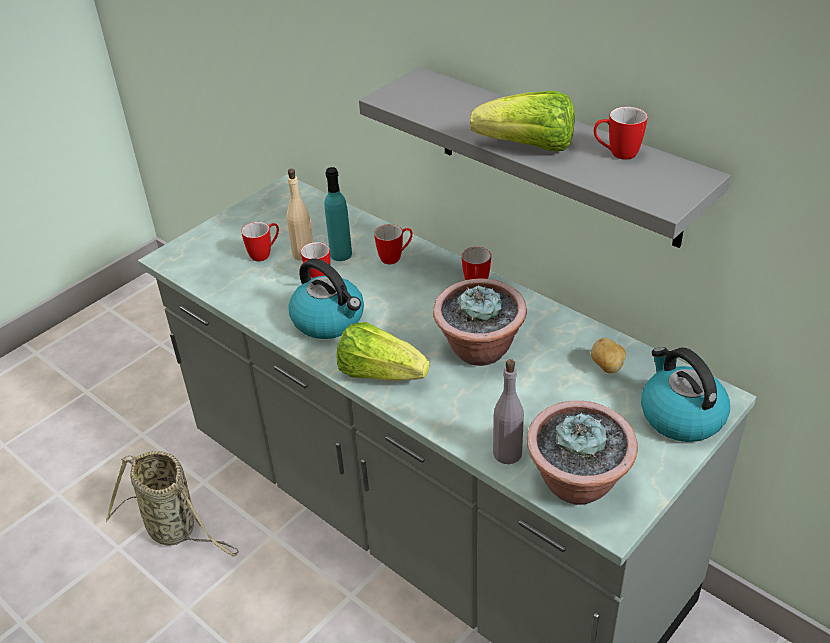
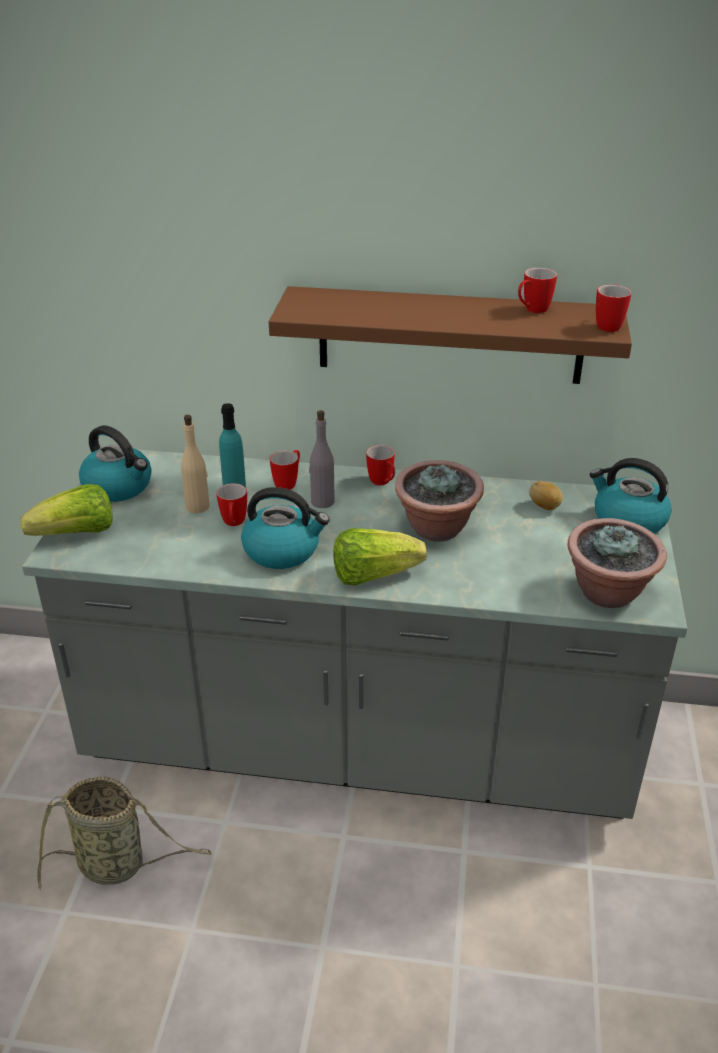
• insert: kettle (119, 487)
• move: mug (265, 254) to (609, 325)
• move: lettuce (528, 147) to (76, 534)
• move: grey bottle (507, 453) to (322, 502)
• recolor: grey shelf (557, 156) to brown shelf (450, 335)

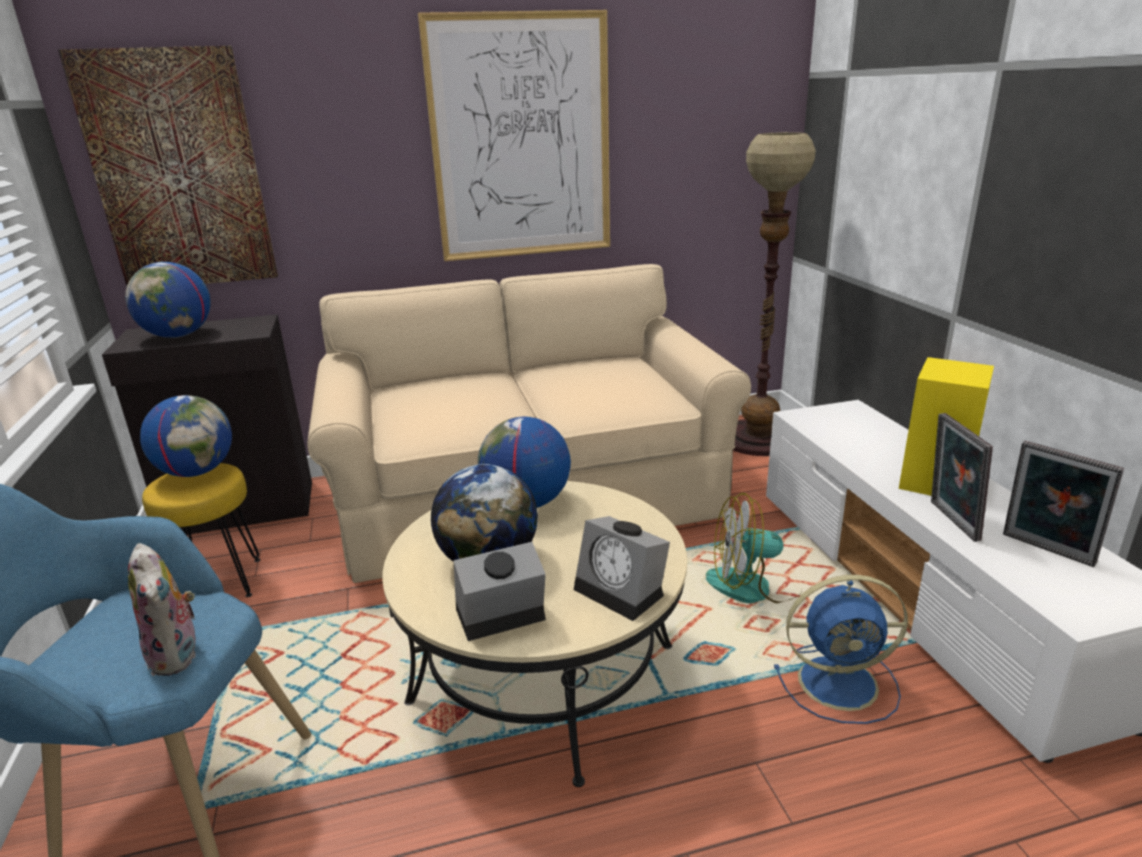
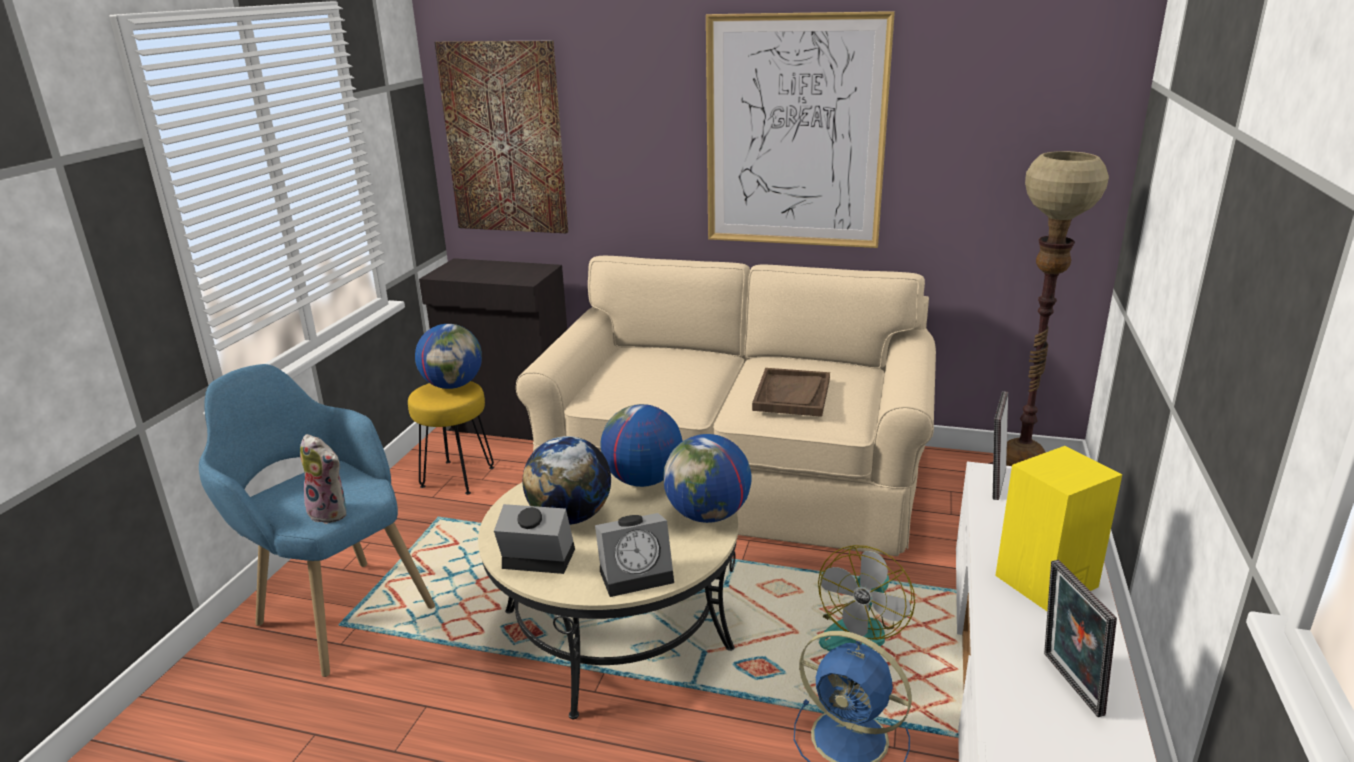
• insert: brown tray (792, 395)
• move: globe (178, 336) to (708, 515)
• move: picture frame (950, 521) to (994, 483)
• rotate: plush toy (178, 655) = (331, 512) 60 degrees counterclockwise
• rotate: alarm clock (623, 591) = (637, 574) 90 degrees counterclockwise
• rotate: fan (753, 586) = (858, 628) 90 degrees counterclockwise

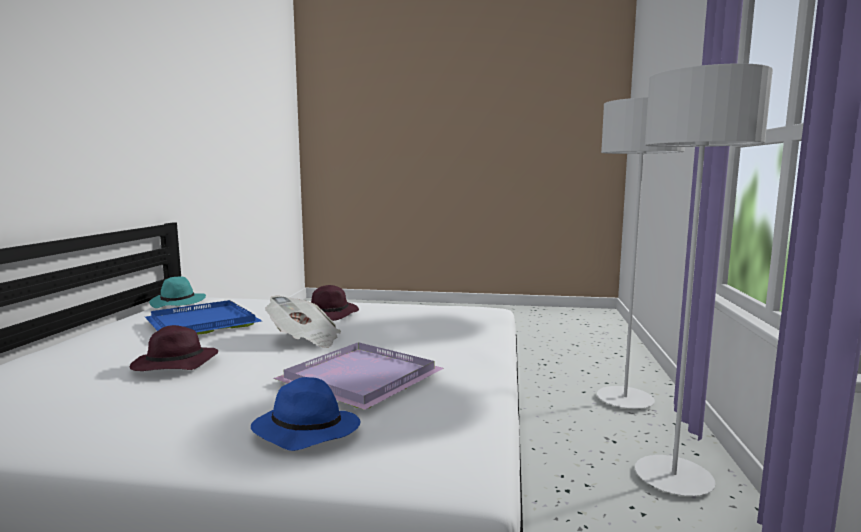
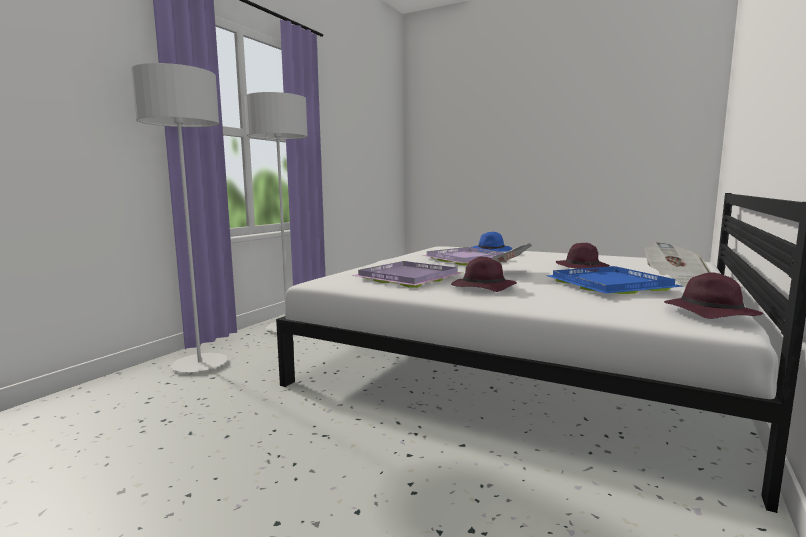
• insert: purple tray (408, 278)
• insert: newspaper (677, 281)
• recolor: turquoise hat (178, 303) to purple hat (708, 313)

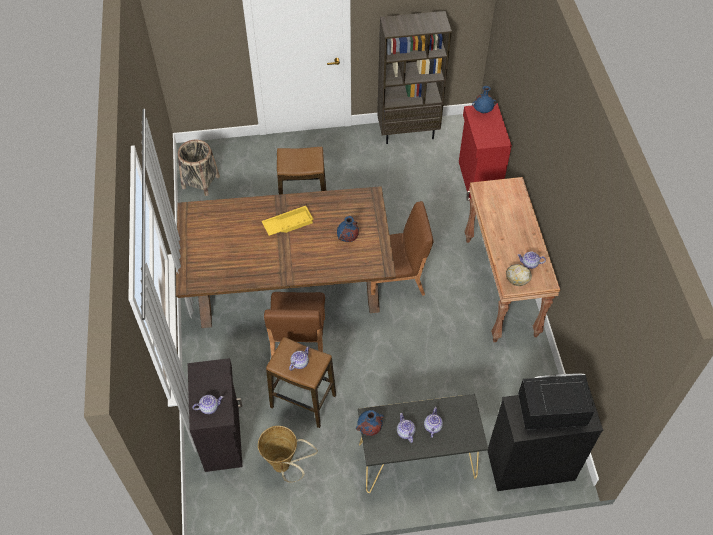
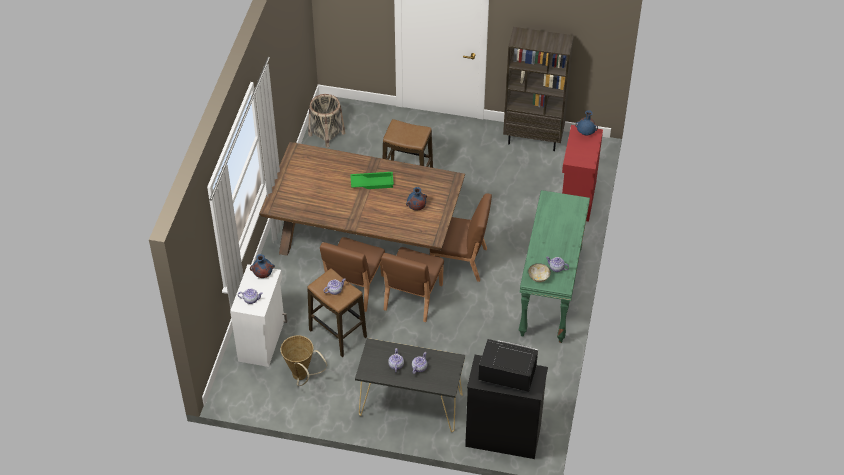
• insert: brown chair (412, 297)
• move: blue vase (369, 428) to (262, 274)
• recolor: black cabinet (223, 436) to white cabinet (262, 340)
• recolor: yellow tray (288, 223) to green tray (372, 182)
• recolor: brown console table (501, 287) to green console table (551, 294)

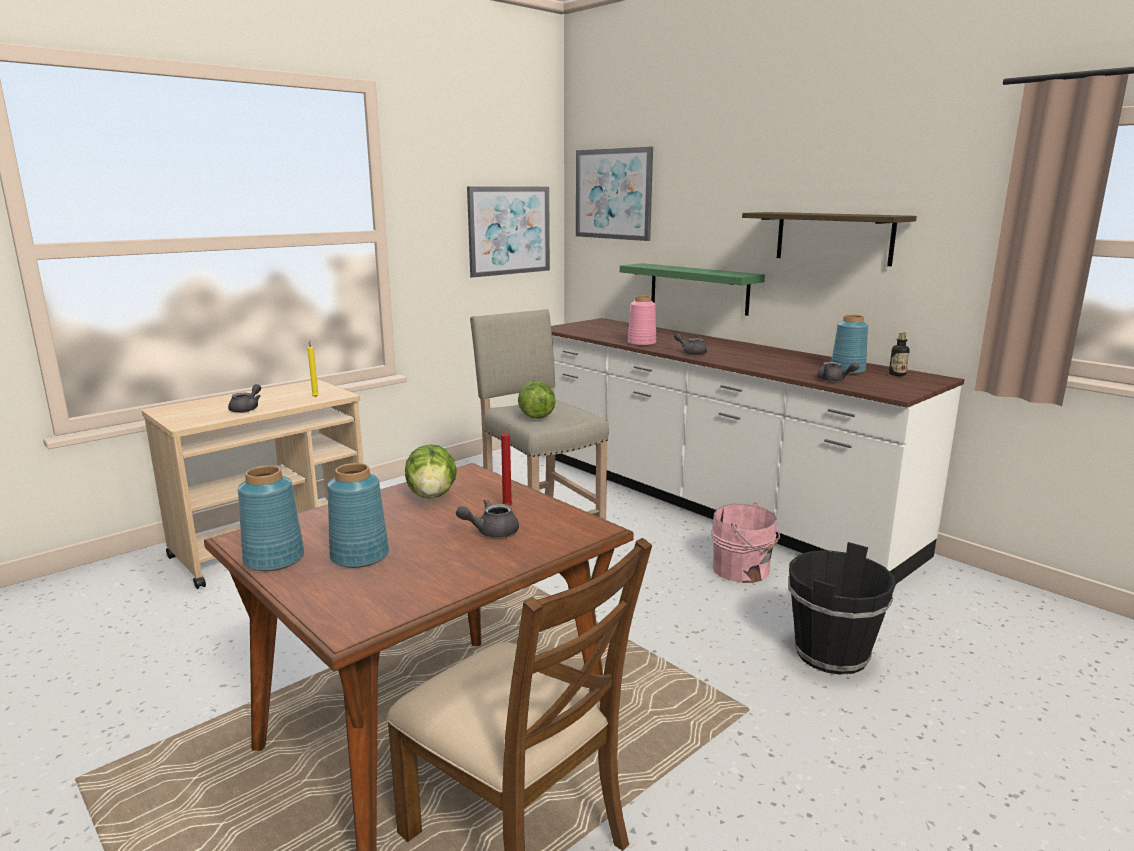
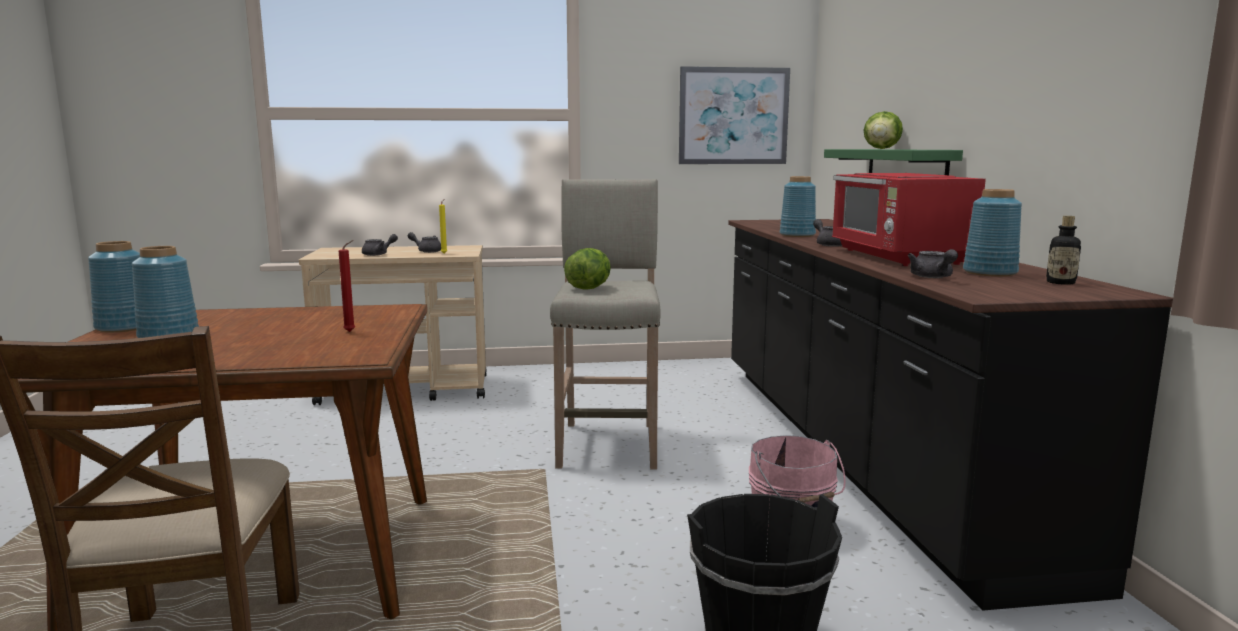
• delete: picture (613, 194)
• delete: shelf (833, 238)
• insert: red microwave (898, 257)
• move: lettuce (432, 496) to (881, 149)
• move: grey teapot (491, 532) to (427, 251)
• recolor: white counter (708, 503) to black counter (859, 452)
• recolor: pink vase (642, 343) to blue vase (798, 235)

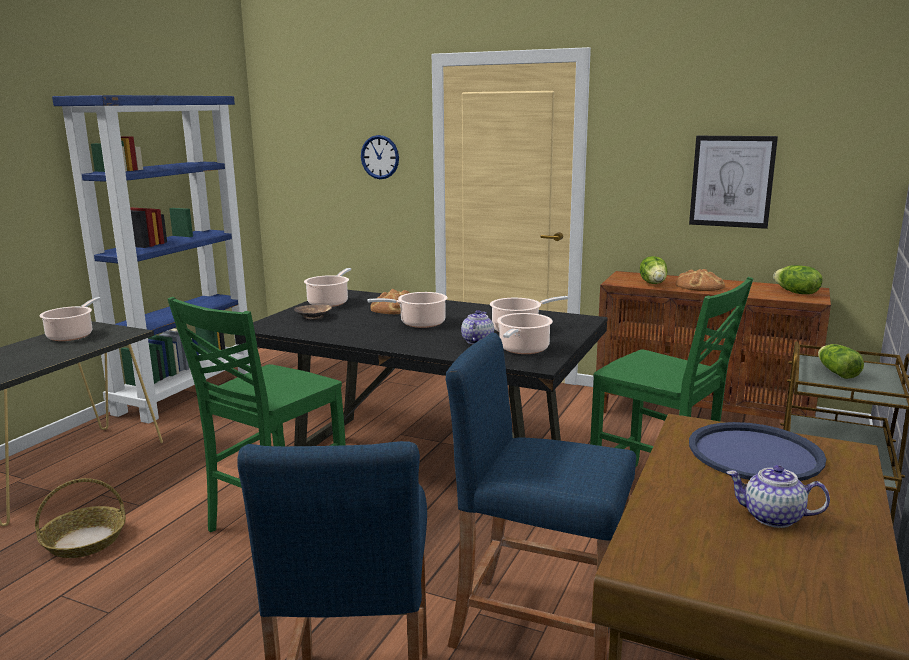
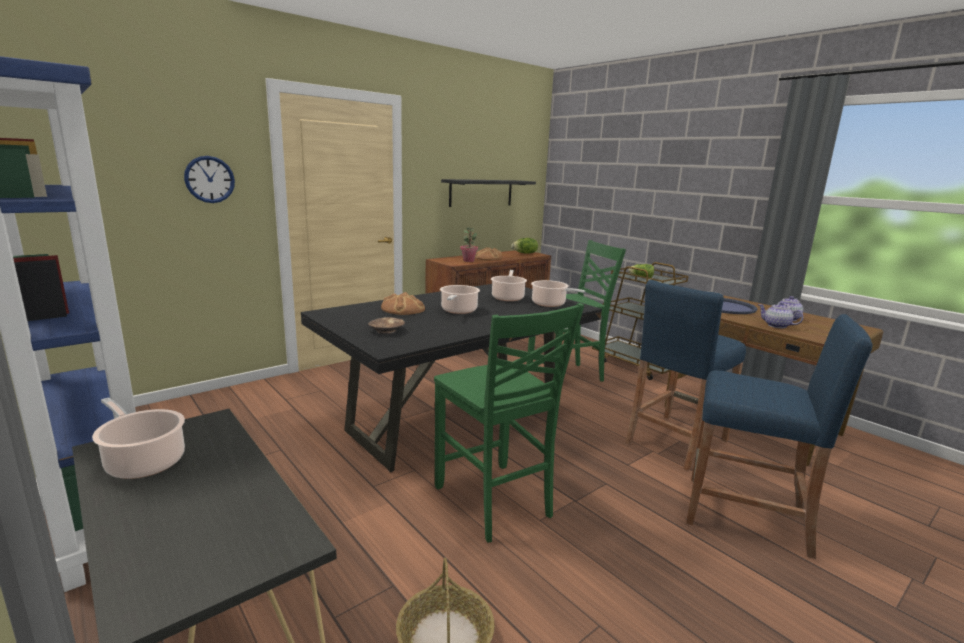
• delete: cooking pot (329, 302)
• move: teapot (477, 341) to (776, 326)
• replace: lettuce (653, 283) to potted plant (468, 261)
• replace: picture (732, 181) to black shelf (481, 193)

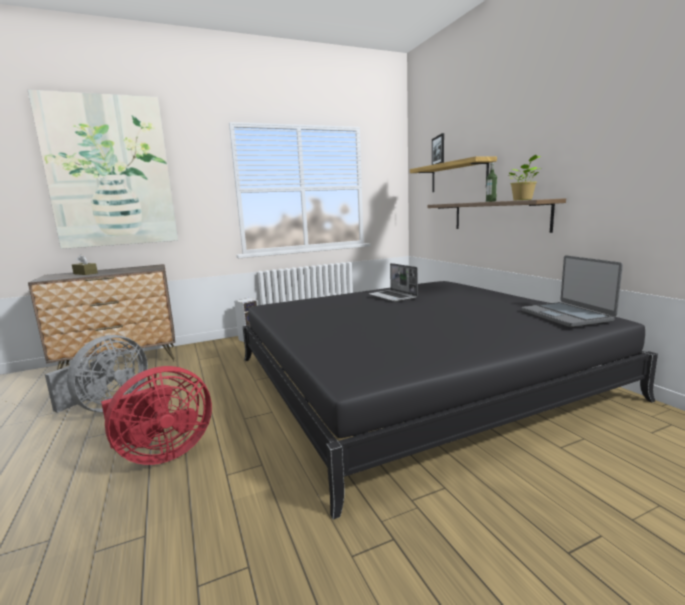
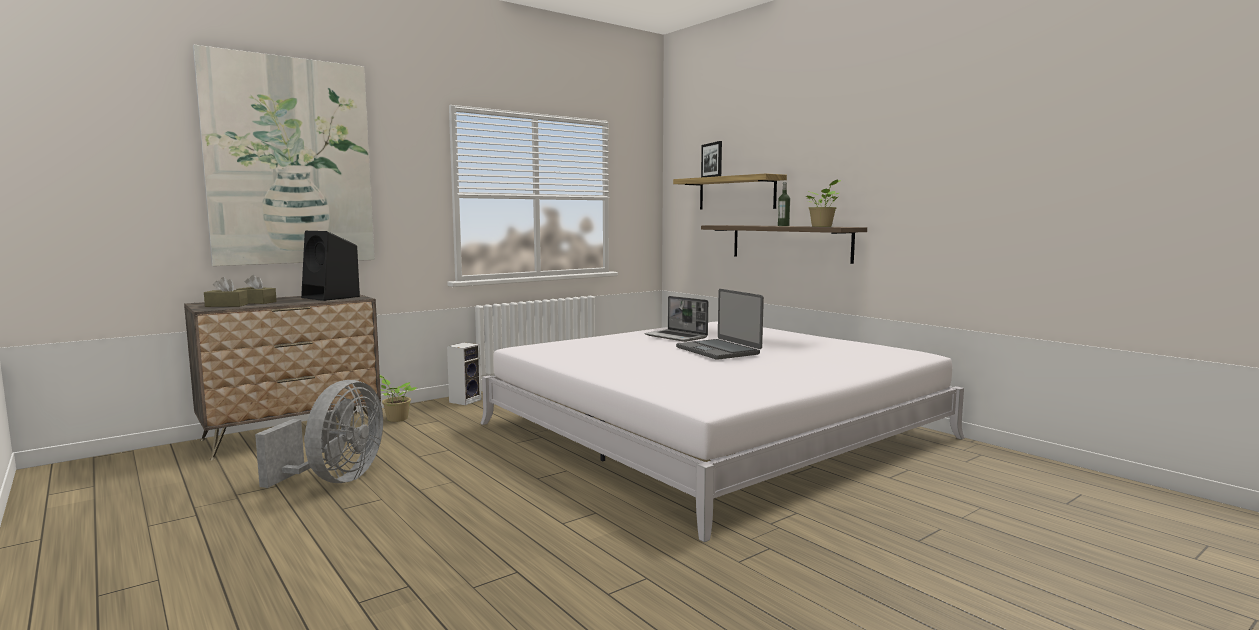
• delete: red fan (161, 454)
• insert: brown tissue box (226, 305)
• insert: black speaker (332, 297)
• insert: potted plant (395, 419)
• move: laptop (566, 315) to (718, 350)
• recolor: black bed (414, 377) to white bed (713, 431)

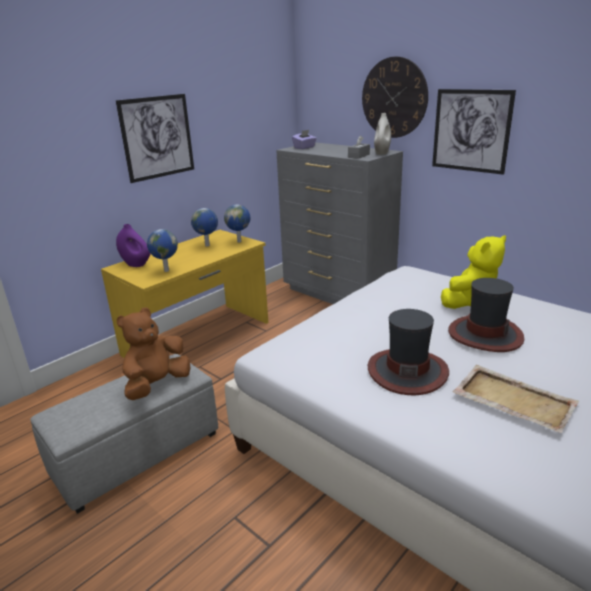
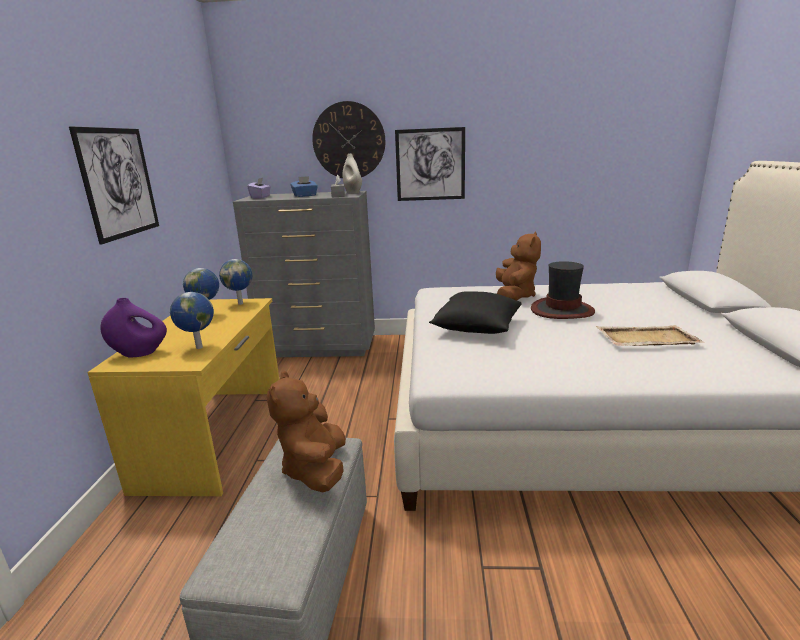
• delete: hat (407, 371)
• insert: blue tissue box (305, 195)
• insert: black pillow (476, 328)
• recolor: yellow plush toy (470, 302) to brown plush toy (514, 296)

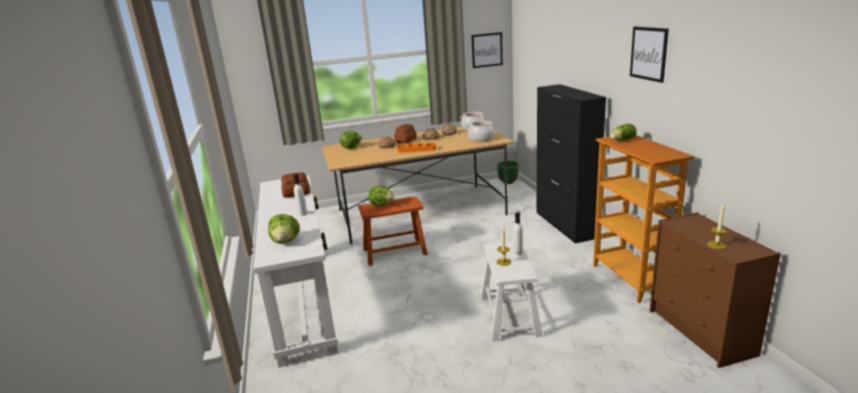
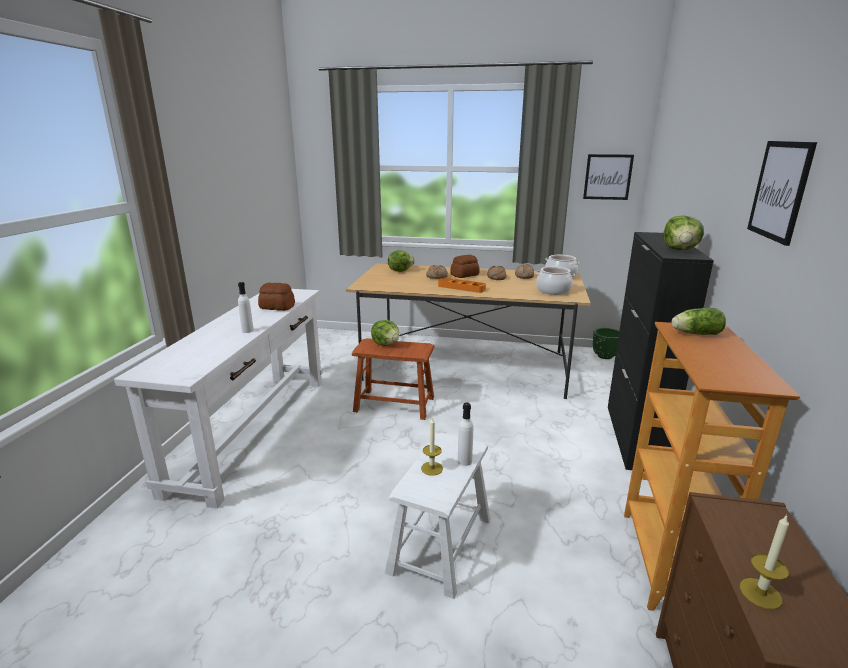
• move: lettuce (286, 241) to (680, 250)

